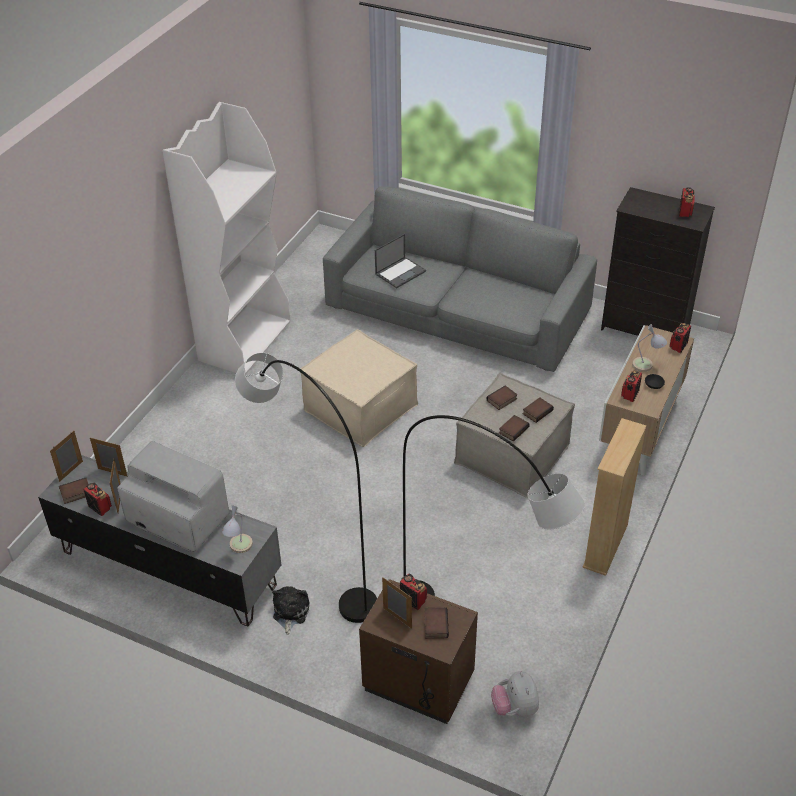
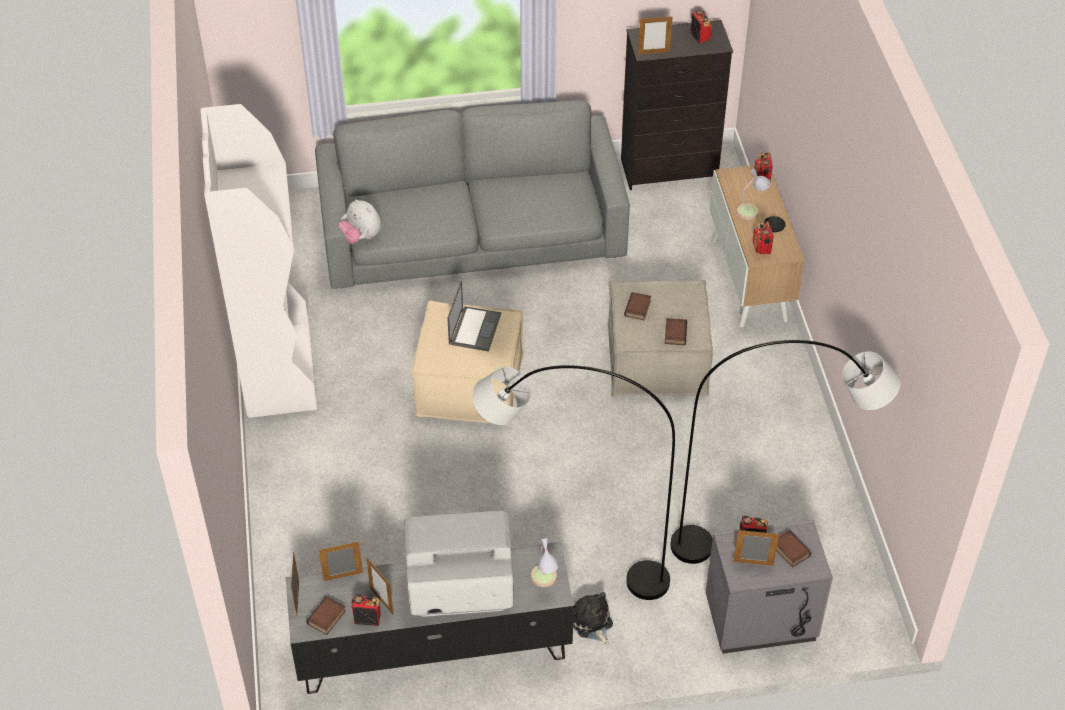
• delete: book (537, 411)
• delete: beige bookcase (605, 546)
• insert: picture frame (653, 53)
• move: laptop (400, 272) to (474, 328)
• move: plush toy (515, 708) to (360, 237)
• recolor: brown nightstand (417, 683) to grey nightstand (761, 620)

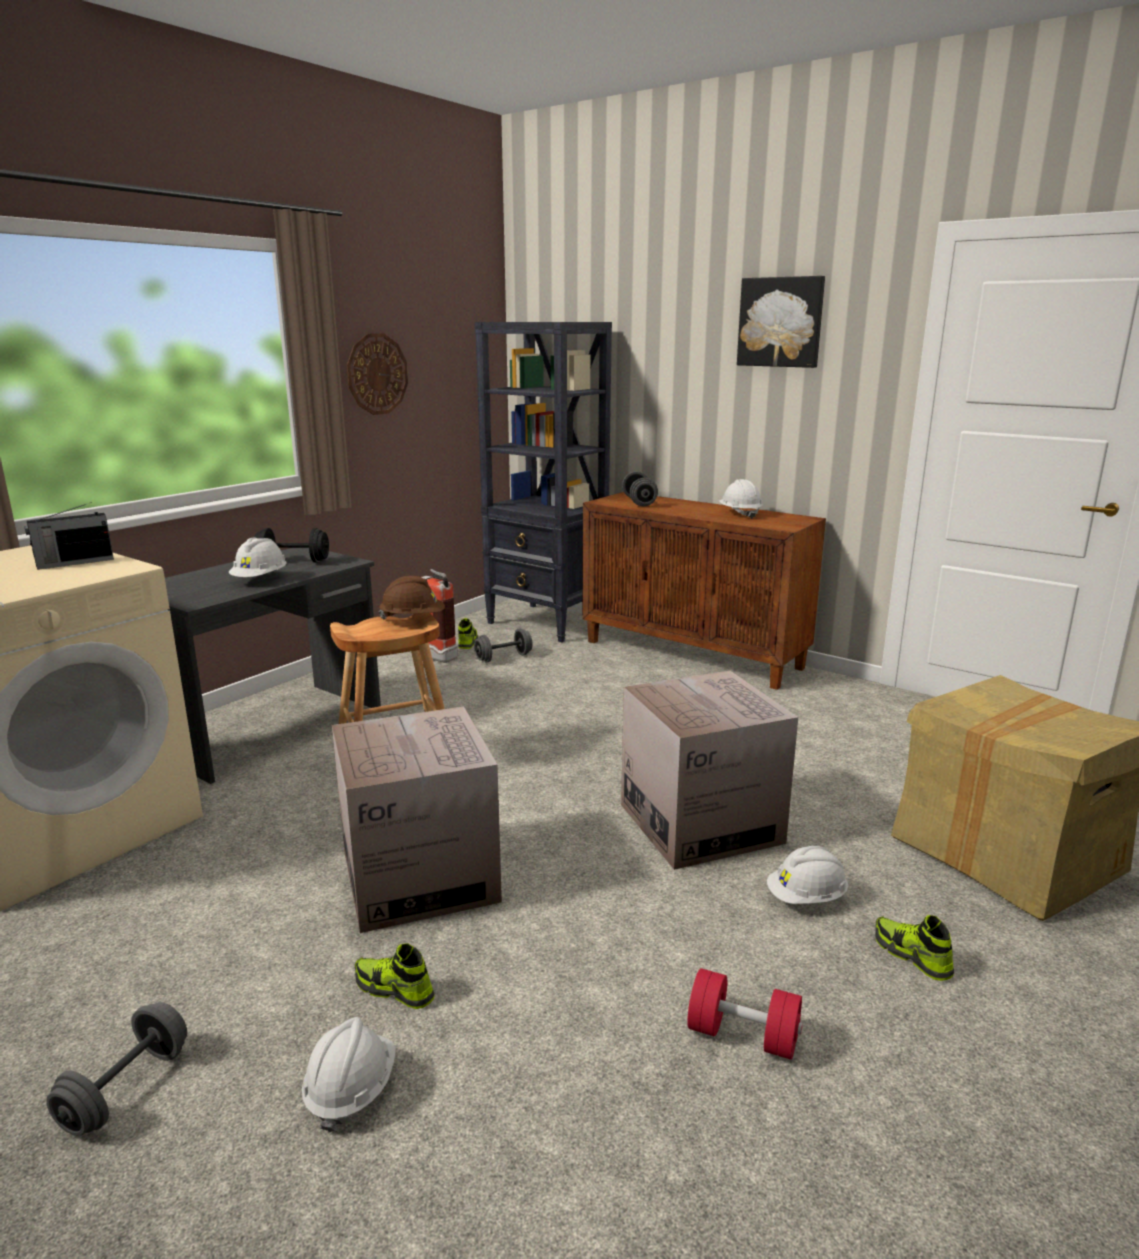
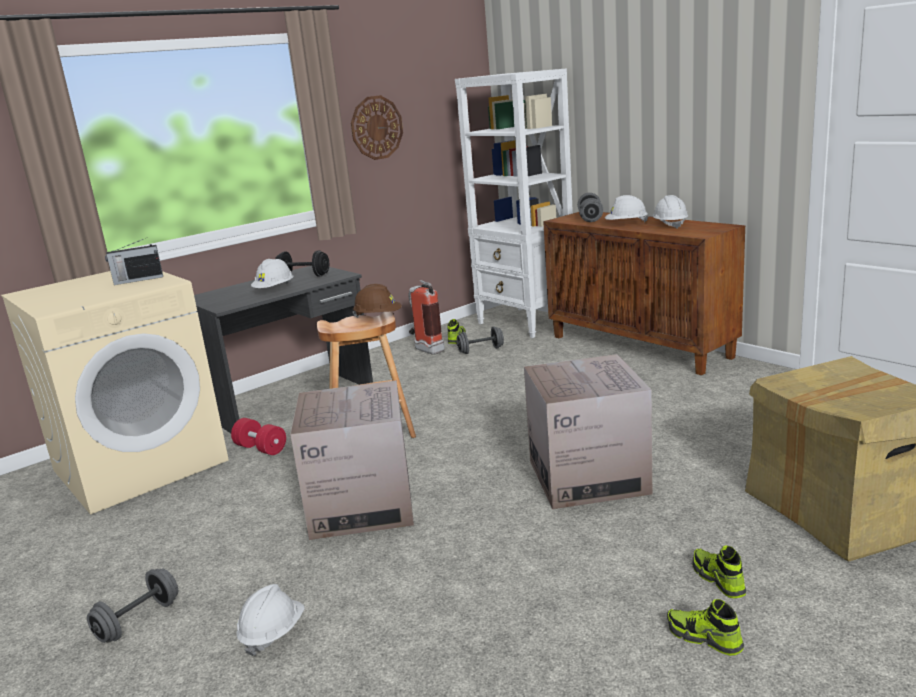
• delete: picture (781, 322)
• move: shoe (394, 990) to (704, 638)
• move: red dumbbell (743, 1035) to (261, 449)
• move: white hard hat (806, 898) to (626, 224)
• recolor: black bookcase (547, 623) to white bookcase (526, 322)

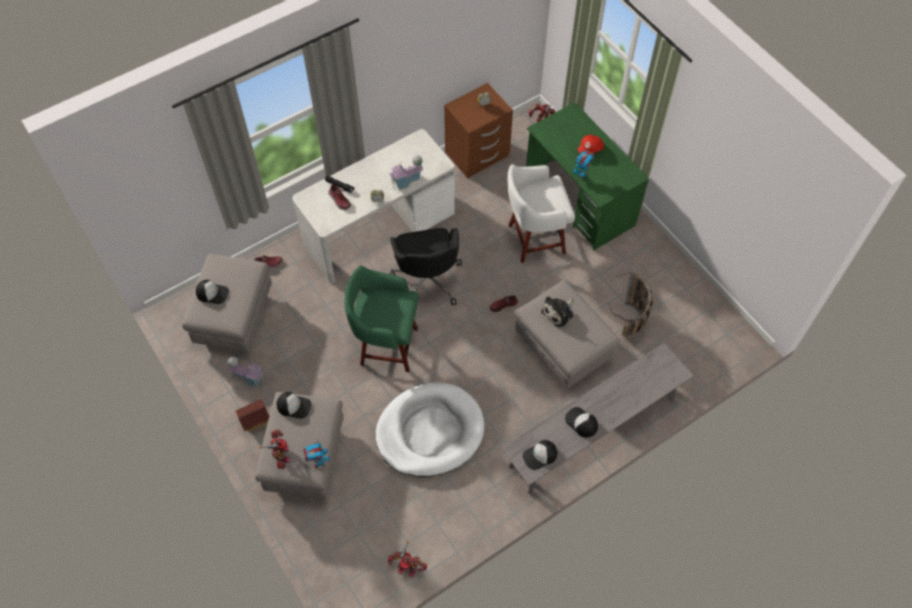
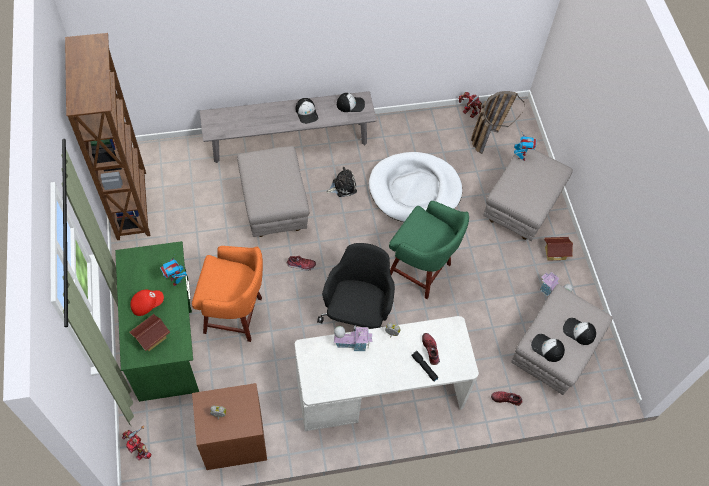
• delete: toy robot (281, 455)
• insert: brown bookcase (132, 204)
• insert: toy house (152, 338)
• move: cap (294, 406) to (547, 348)
• move: plush toy (559, 312) to (342, 186)
• move: basket (629, 327) to (489, 135)
• recolor: white stool (534, 239) to orange stool (235, 315)

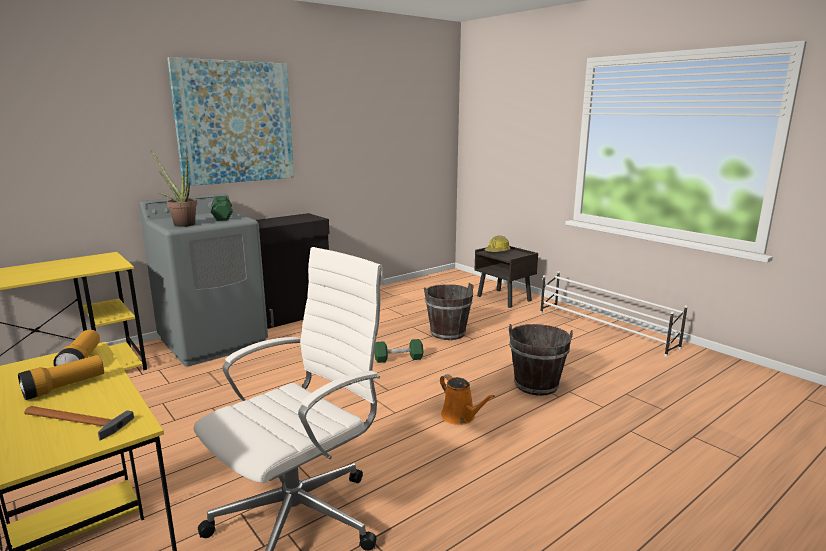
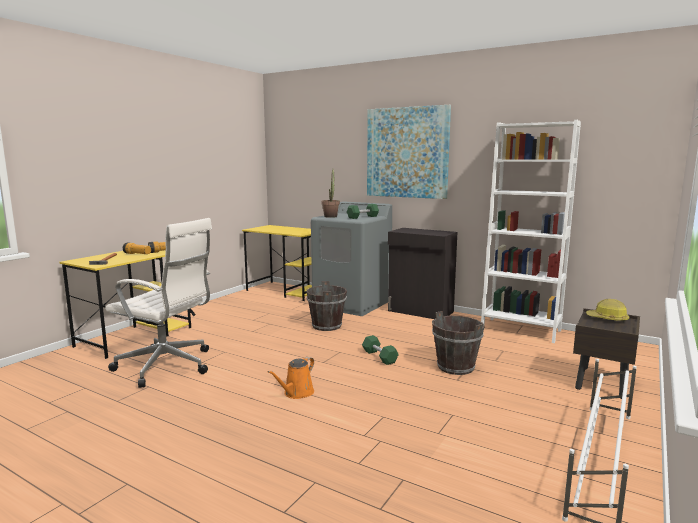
• insert: white bookcase (520, 330)
• move: brown bucket (536, 385) to (327, 326)

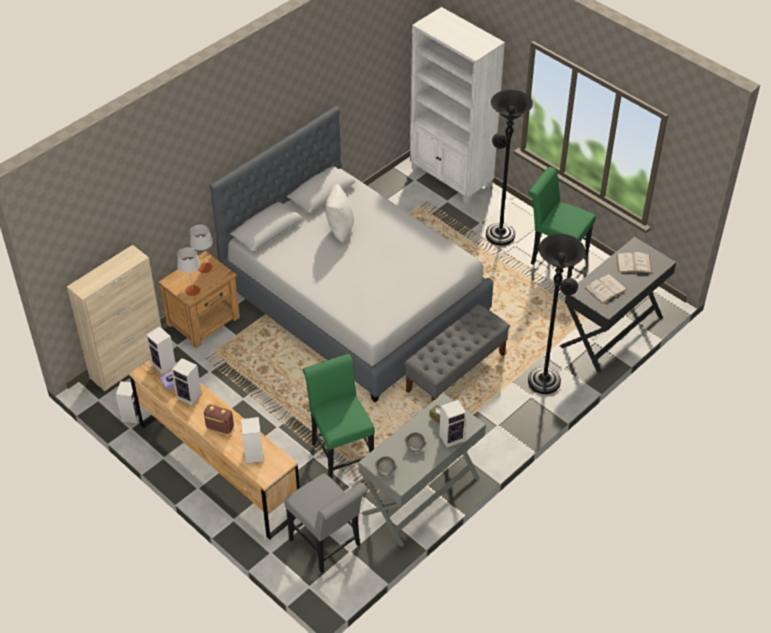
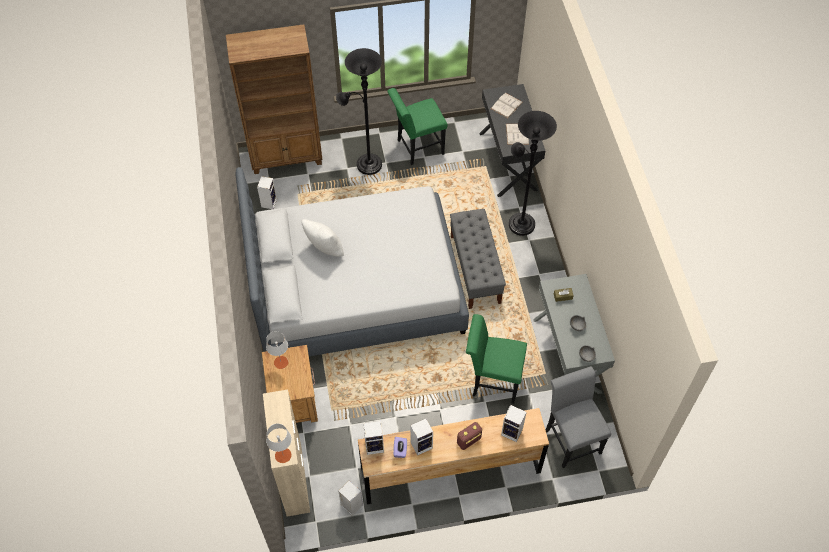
• move: grey table lamp (192, 290) to (283, 455)
• move: speaker (452, 437) to (269, 202)
• recolor: white bookcase (451, 178) to brown bookcase (287, 157)
• rotate: grey chair (328, 545) = (571, 438) 105 degrees counterclockwise

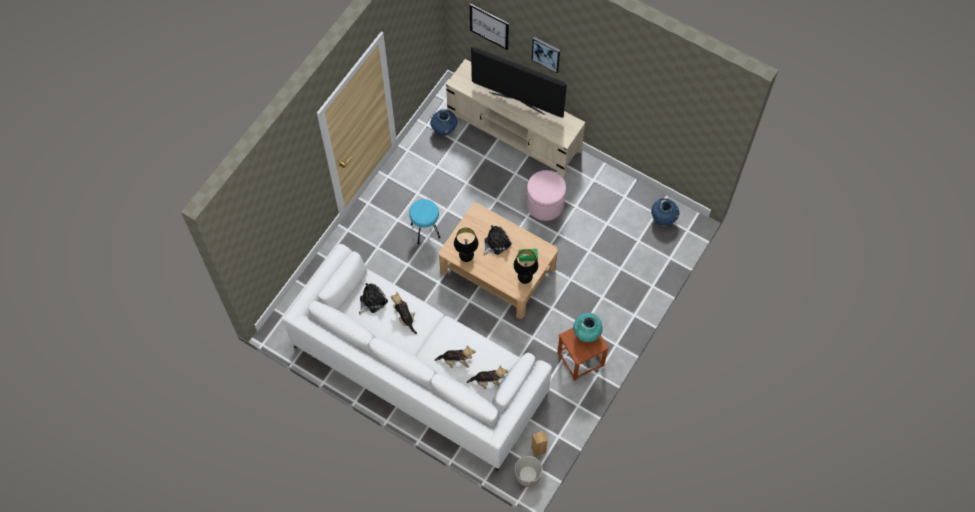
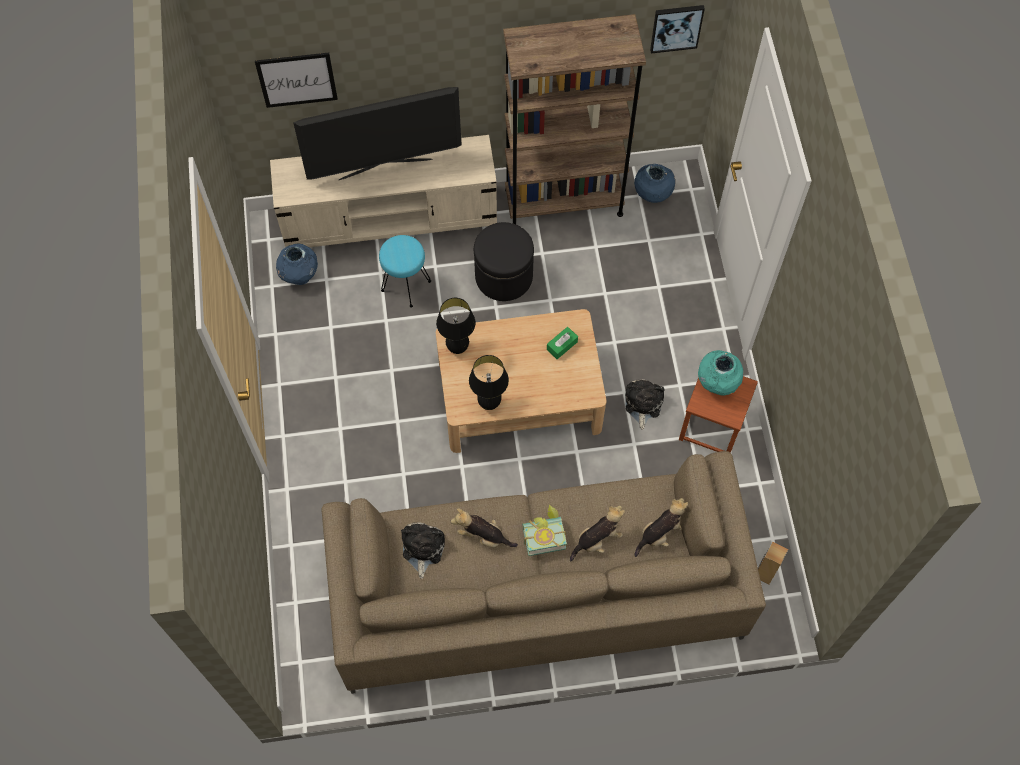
• delete: planter (527, 475)
• insert: brown bookcase (563, 202)
• insert: book (543, 534)
• move: turquoise stool (425, 230) to (405, 285)
• move: plush toy (496, 243) to (642, 404)
• move: black table lamp (524, 279) to (457, 348)
• move: picture (546, 54) to (676, 27)
• recolor: white sofa (419, 369) to brown sofa (537, 591)
• recolor: pink ottoman (545, 204) to black ottoman (504, 276)

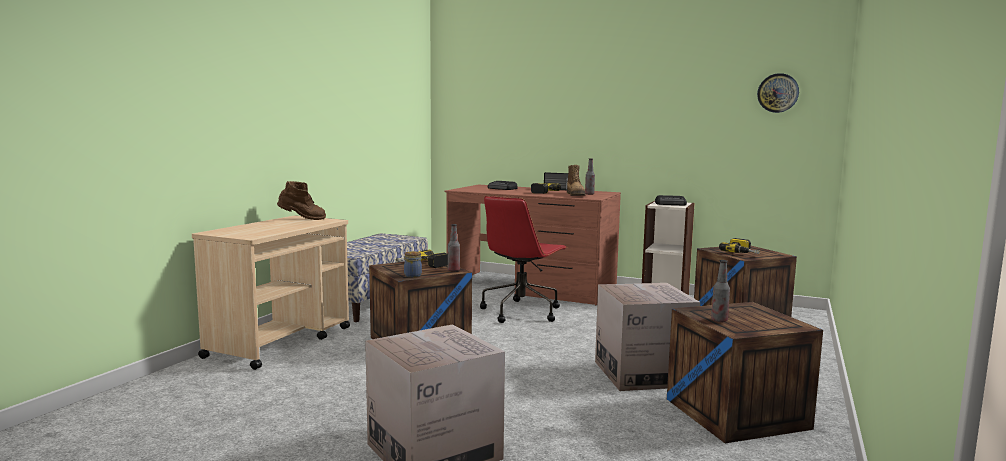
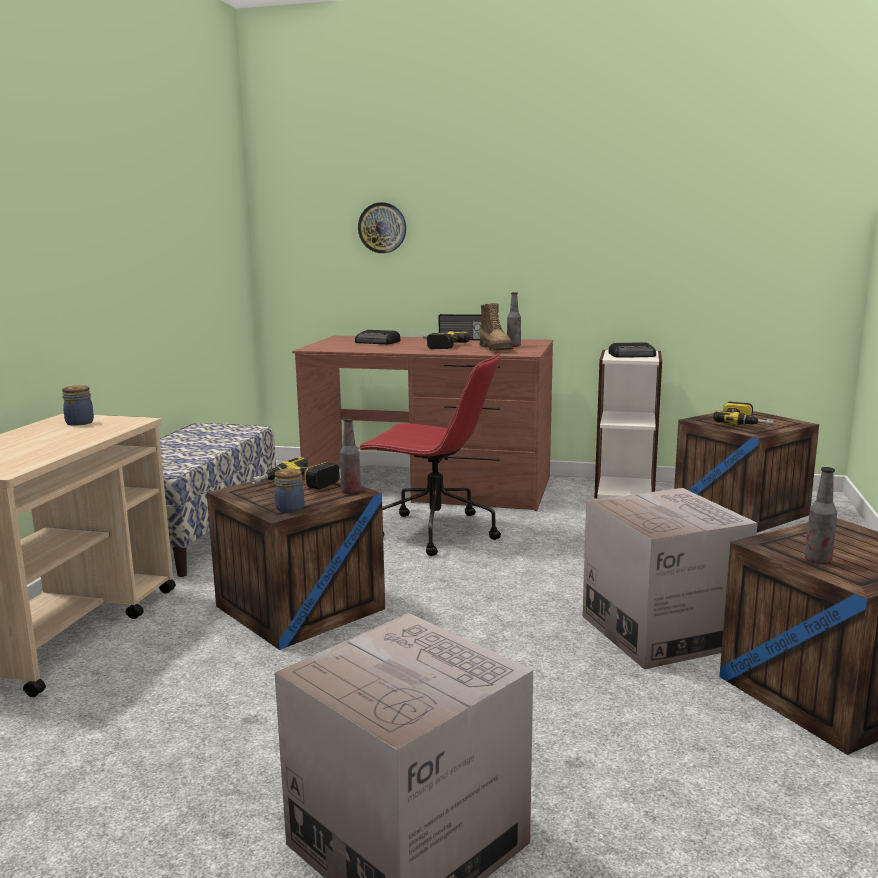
• move: wall clock (778, 93) to (382, 228)
• replace: brown boot (302, 219) to jar (81, 422)
• rotate: red office chair (521, 311) = (433, 532) 90 degrees counterclockwise

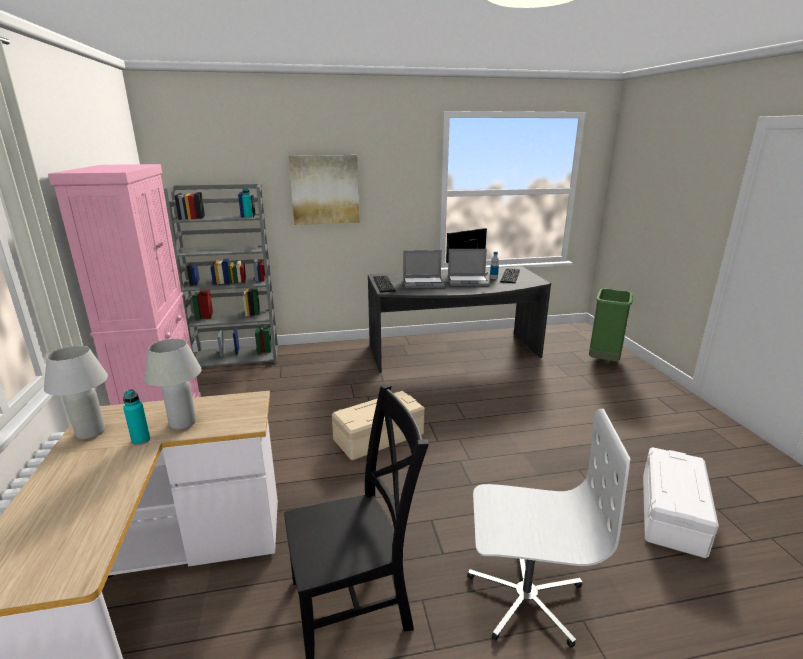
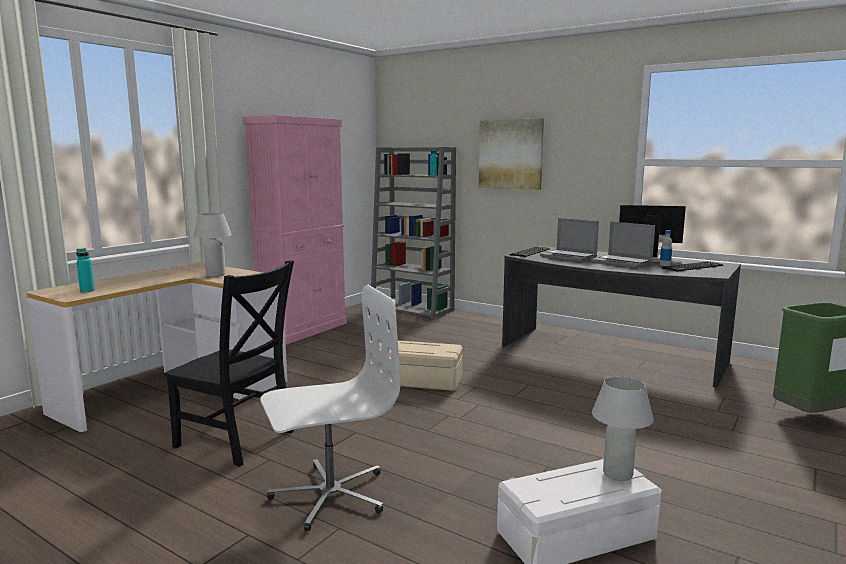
• move: white table lamp (90, 432) to (617, 474)
• move: turquoise bottle (141, 440) to (87, 291)
• rotate: white office chair (525, 596) = (329, 495) 75 degrees counterclockwise

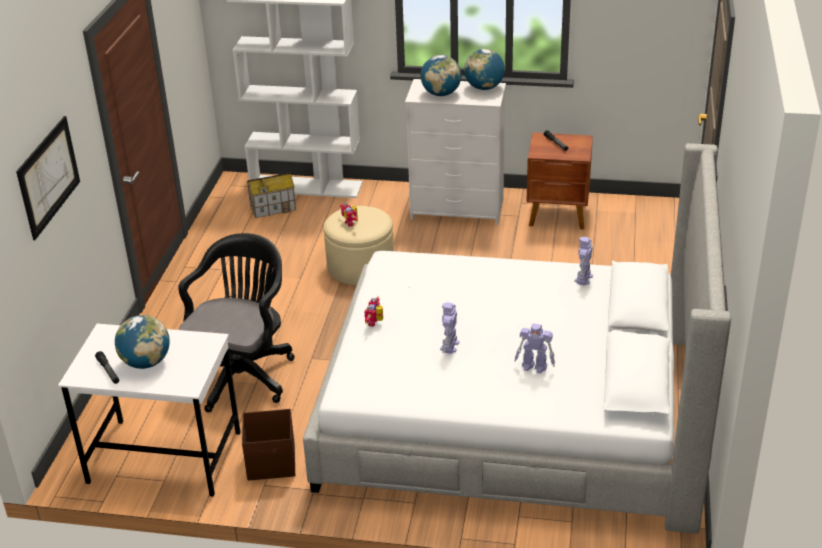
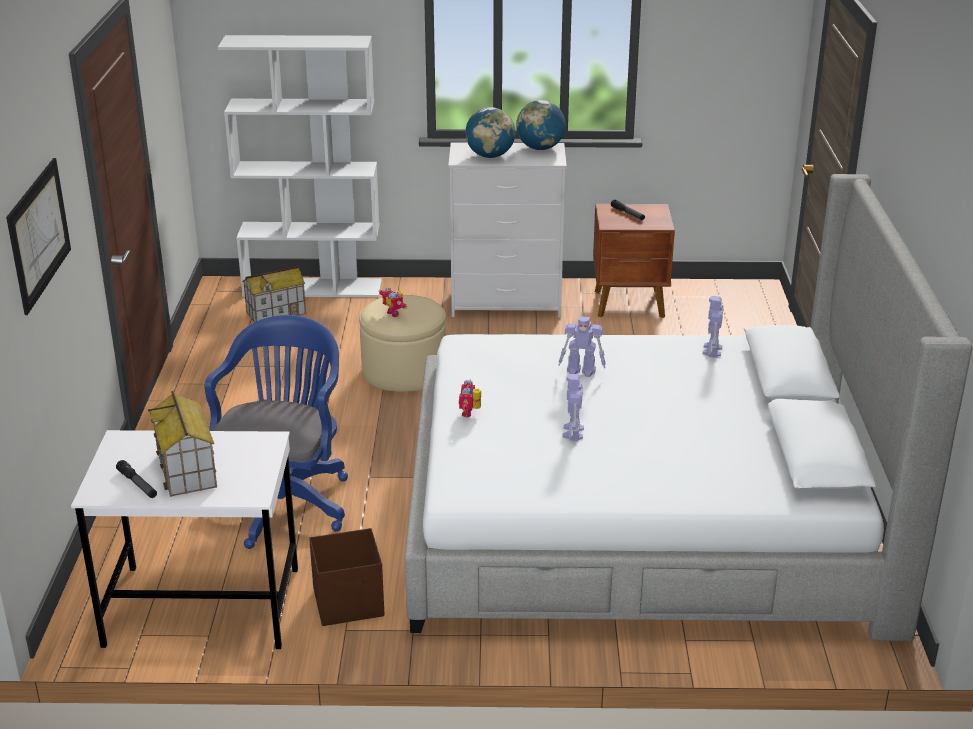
• move: toy robot (535, 367) to (582, 371)
• replace: globe (146, 362) to toy house (187, 471)
• recolor: black office chair (243, 373) to blue office chair (284, 500)

